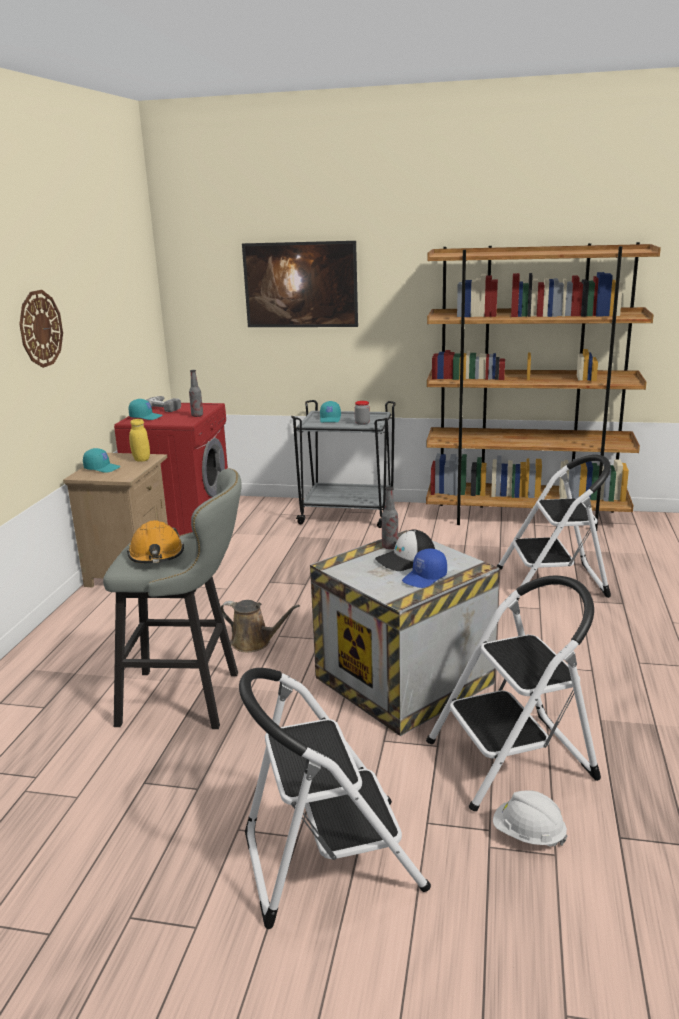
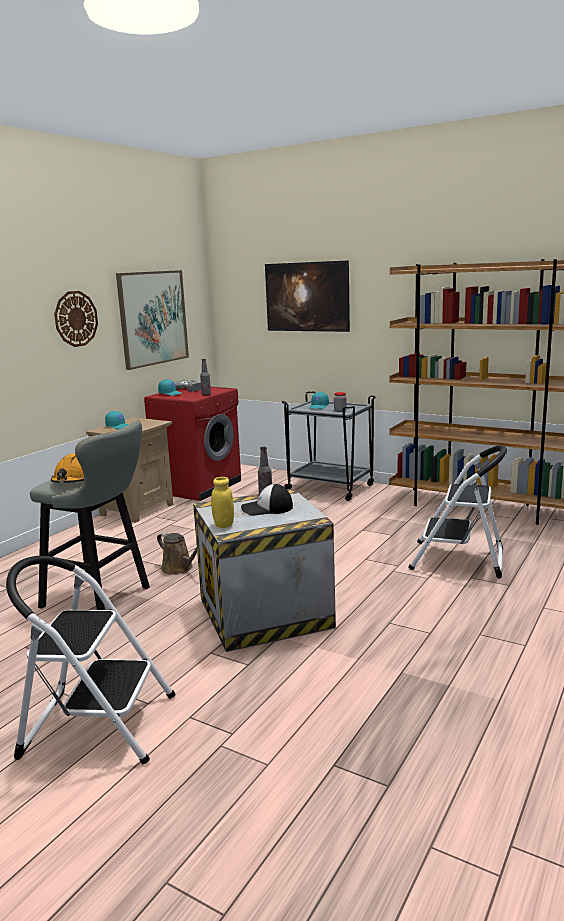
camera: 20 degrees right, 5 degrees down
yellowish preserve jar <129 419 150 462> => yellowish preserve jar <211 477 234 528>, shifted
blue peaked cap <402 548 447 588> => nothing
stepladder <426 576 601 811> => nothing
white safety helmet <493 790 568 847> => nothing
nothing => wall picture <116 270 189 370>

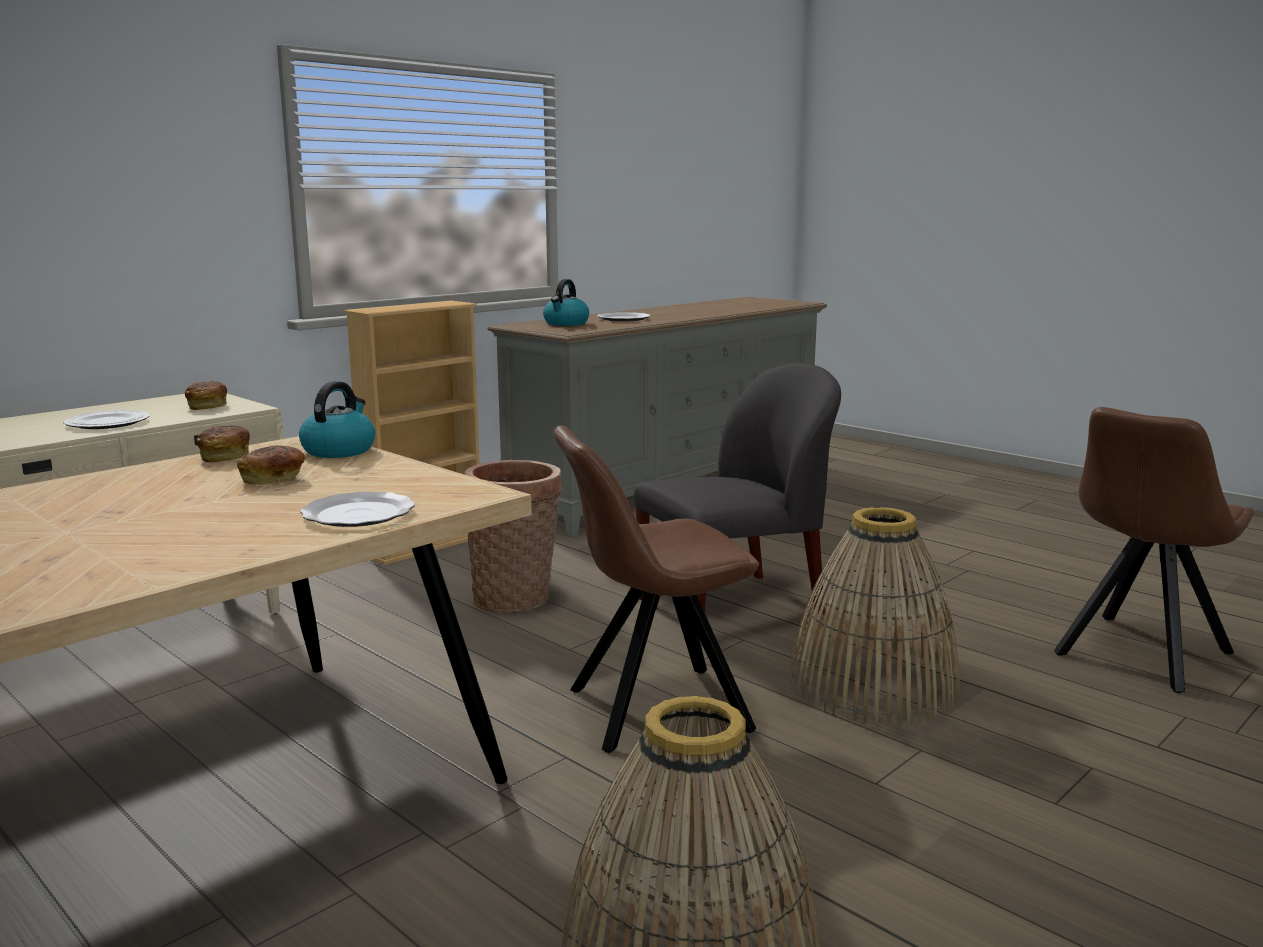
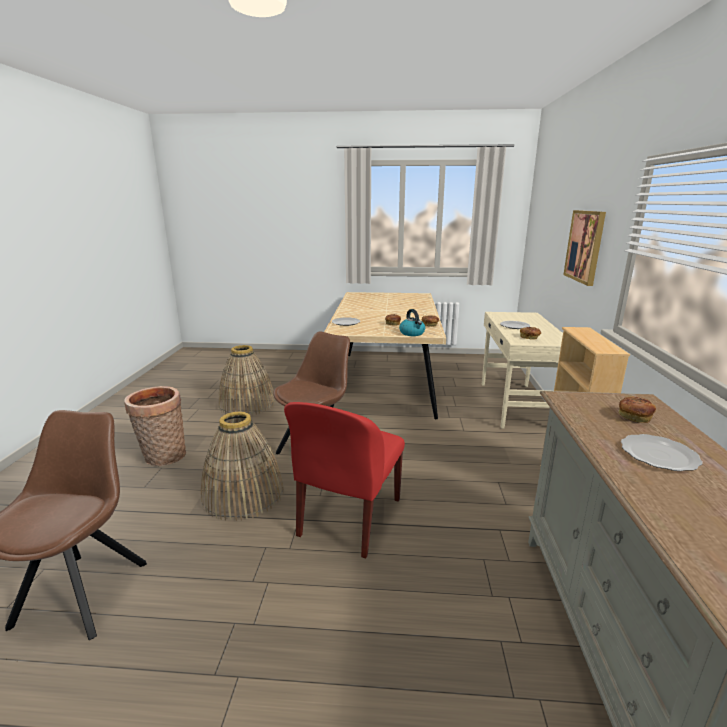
camera: 140 degrees right, 5 degrees up
tea kettle <543 279 589 326> => bread <618 396 656 423>
grey plain chair <634 363 841 640> => reddish plain chair <284 402 405 558>
household basket <464 460 562 613> => household basket <124 386 186 466>, shifted
nothing => wall picture <563 210 606 286>

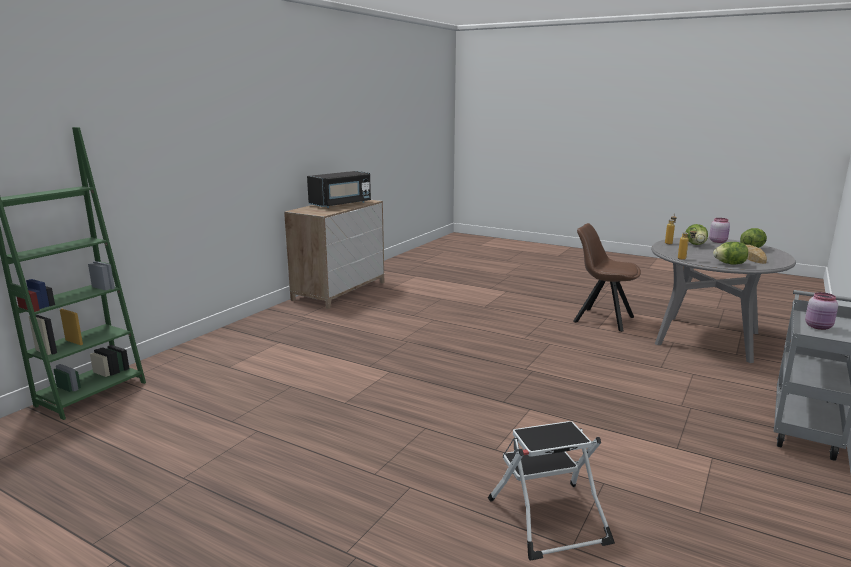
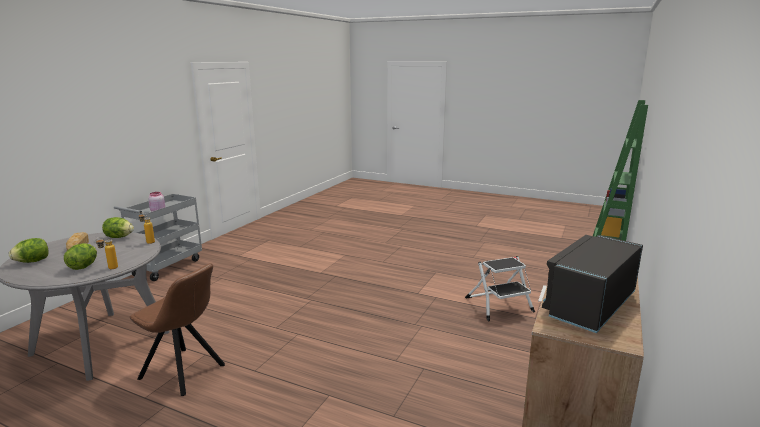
camera: 175 degrees right, 0 degrees up
pink preserve jar <709 218 730 243> => nothing
stepladder <488 421 615 561> => stepladder <465 256 535 321>, shifted

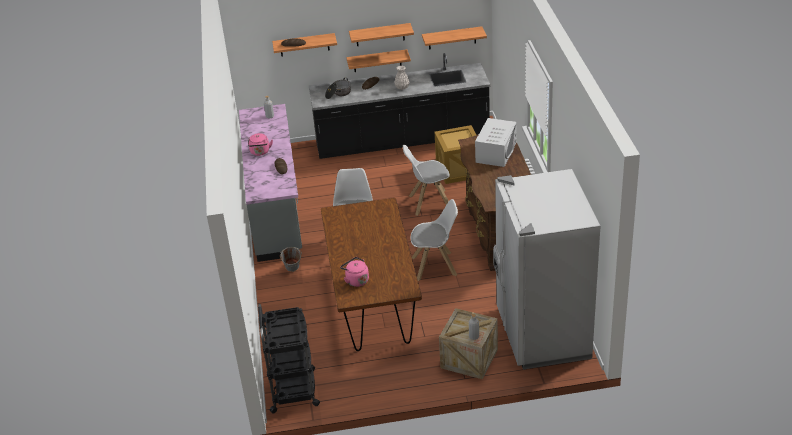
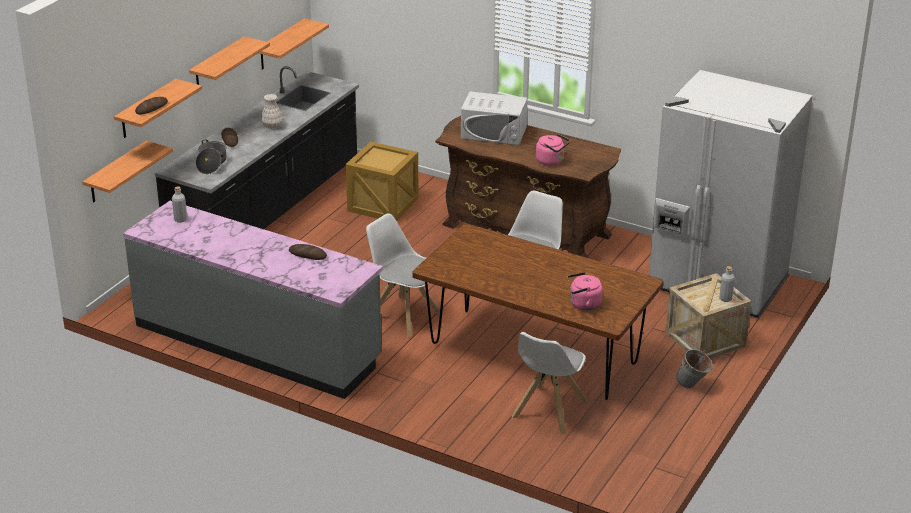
camera: 55 degrees left, 5 degrees down
shelf <346 49 411 72> => shelf <82 141 173 202>, shifted
white microwave <475 118 517 167> => white microwave <461 92 527 145>, 135 degrees clockwise
pink tea kettle <248 133 273 156> => pink tea kettle <536 134 570 166>, shifted
plain chair <403 145 450 216> => plain chair <512 332 588 434>, shifted
grey bucket <280 247 302 272> => grey bucket <675 349 713 389>, shifted
black-coloured cart <258 304 320 413> => nothing

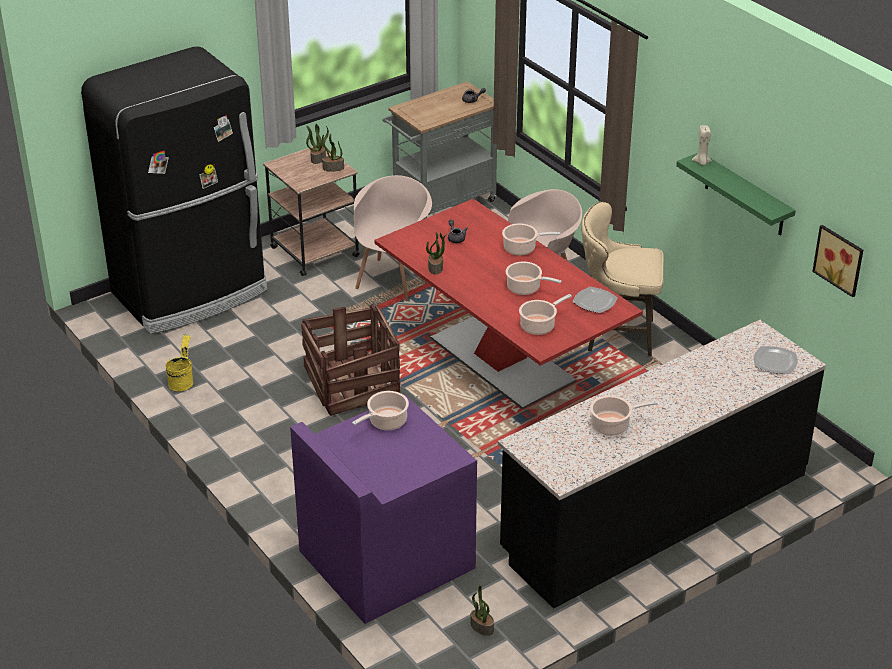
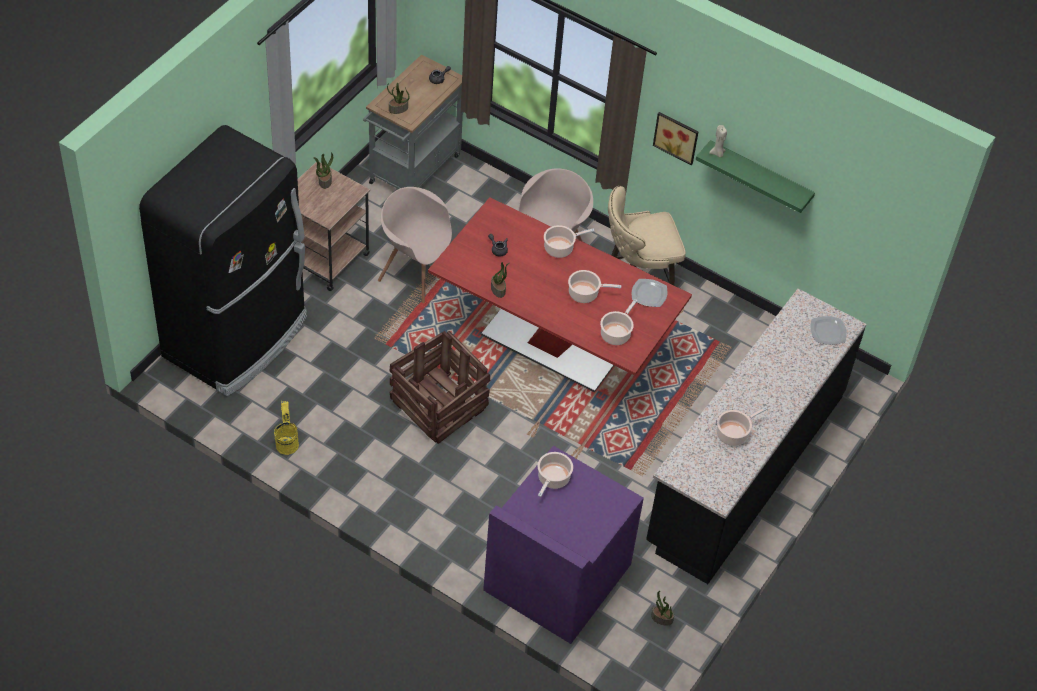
camera: 25 degrees left, 15 degrees up
potted plant <322 134 344 172> => potted plant <387 83 410 114>, shifted
beige plain chair <354 175 432 301> => beige plain chair <378 187 452 303>, 60 degrees counterclockwise
wall picture <812 225 863 297> => wall picture <653 112 698 165>, shifted

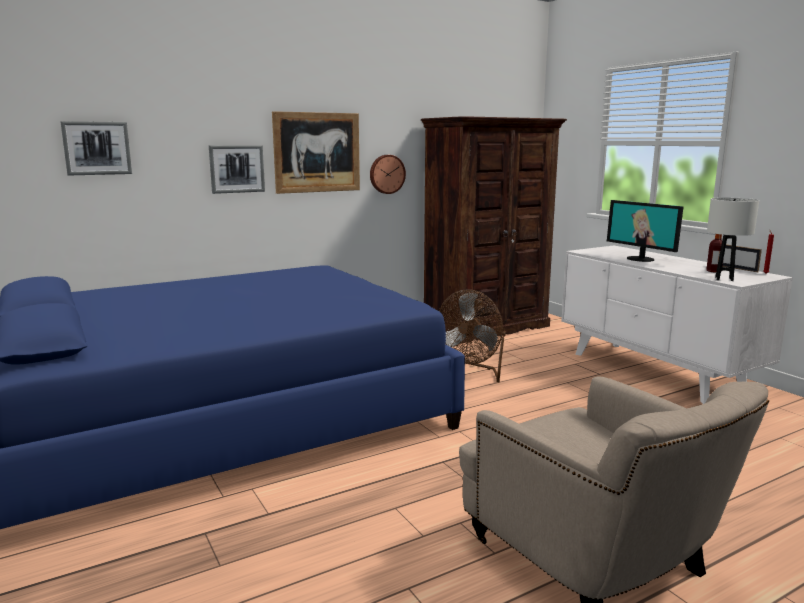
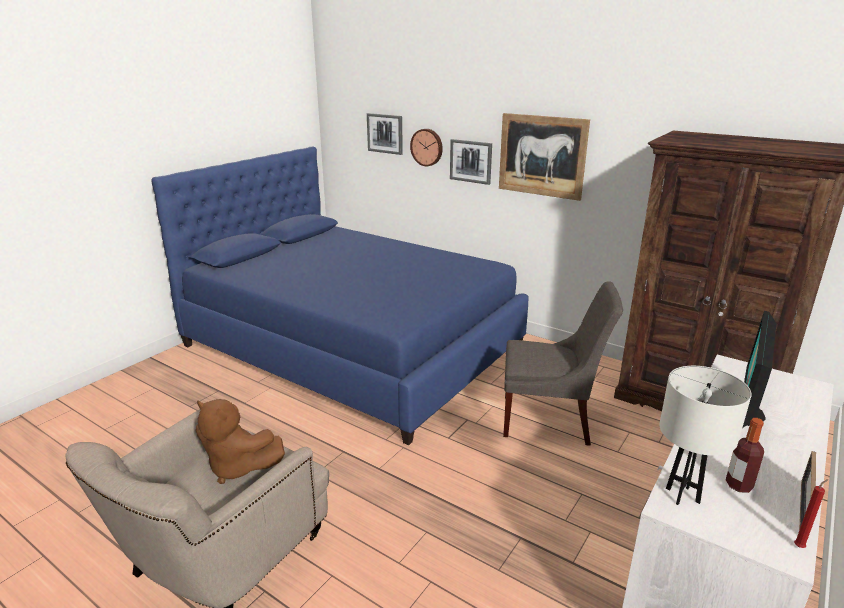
camera: 65 degrees right, 10 degrees up
wall clock <370 155 406 194> => wall clock <410 129 443 166>, shifted
brown fan <439 289 506 382> => grey plain chair <503 281 623 446>
nothing => brown soft toy <196 399 285 484>

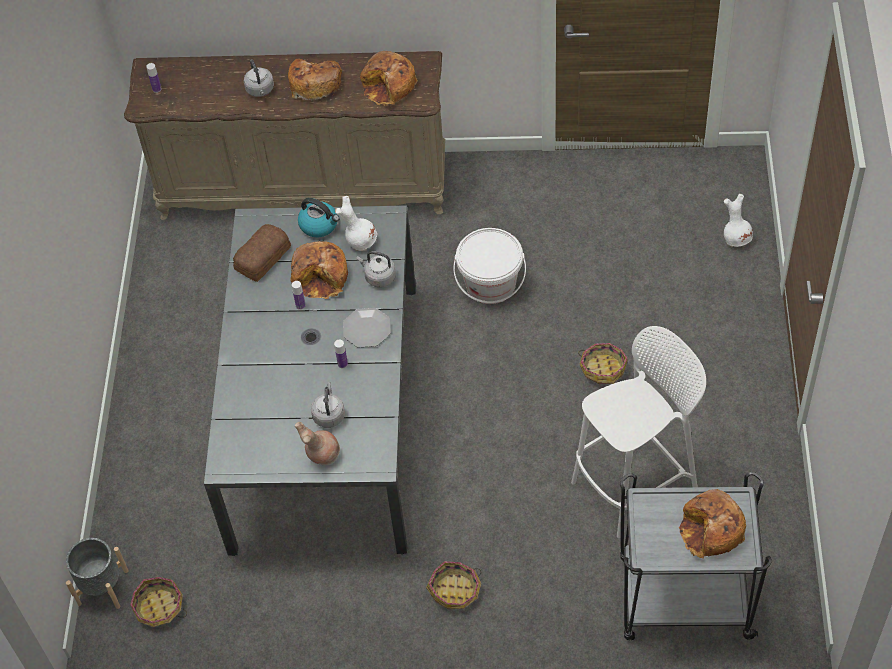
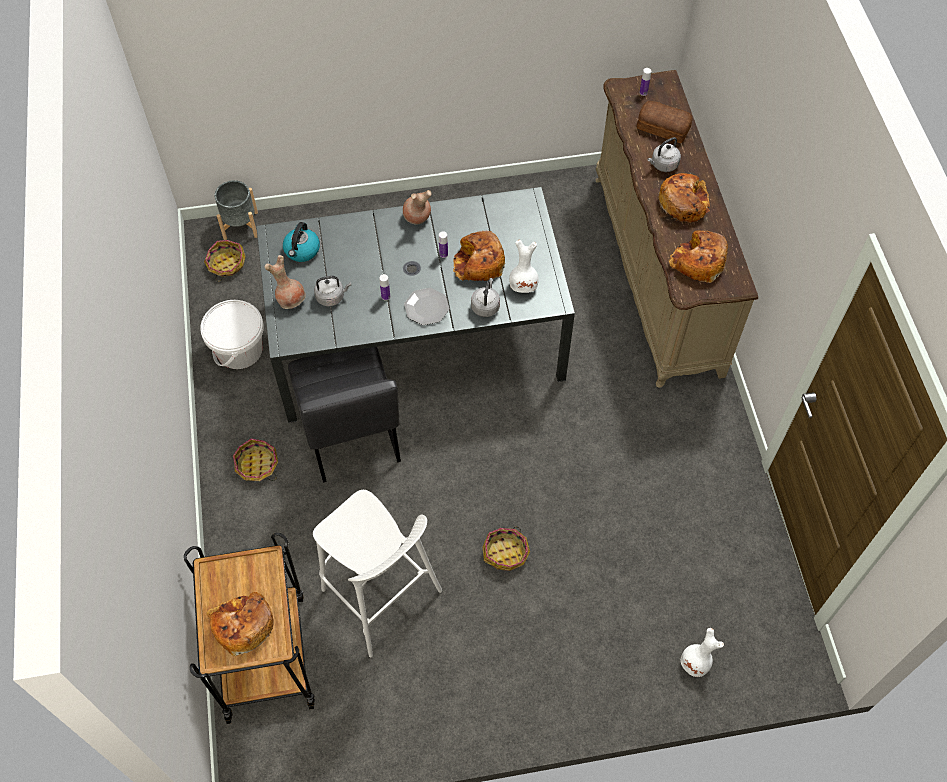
camera: 75 degrees right, 5 degrees up
tea kettle <298 198 340 237> => tea kettle <283 222 320 262>, shifted
bread <233 224 291 282> => bread <637 101 693 143>, shifted
white bucket <453 228 526 304> => white bucket <200 300 264 369>, shifted
grey cart <620 472 772 640> => brown cart <184 533 315 724>
nothing => brown vase <403 190 431 224>
nothing => grey plain chair <288 347 401 483>

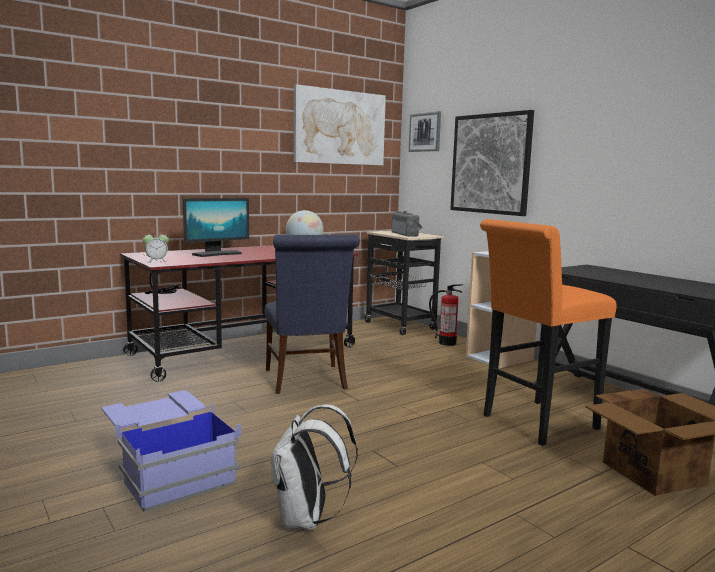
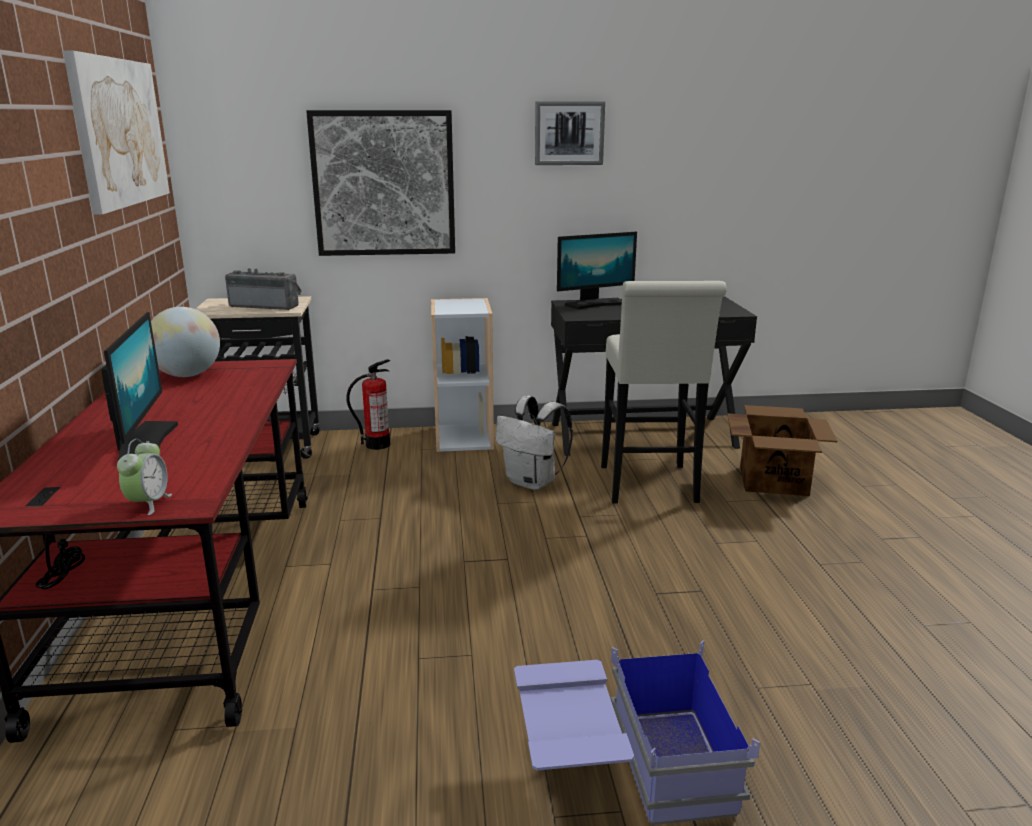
camera: 60 degrees left, 10 degrees up
wall picture <408 111 441 152> => wall picture <535 101 605 165>, shifted
orange-coloured stool seat <480 219 617 446> => white stool seat <601 281 727 504>
blue plain chair <265 234 360 394> => nothing
white backpack <271 404 358 530> => white backpack <496 396 573 490>, shifted
nothing => computer display <557 232 637 309>

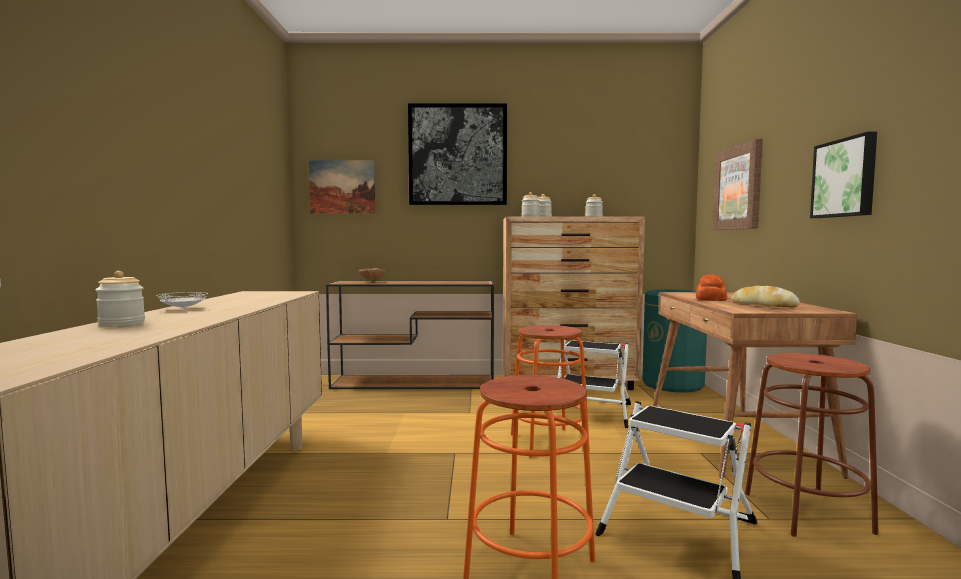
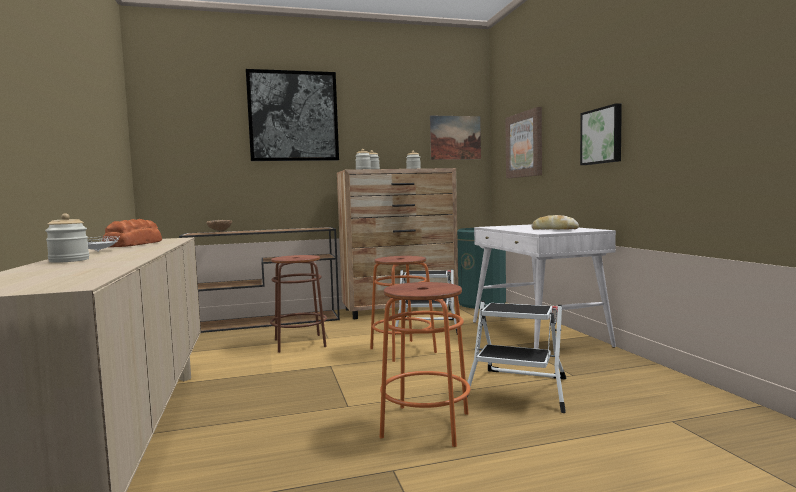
camera: 15 degrees left, 0 degrees up
wall picture <309 160 376 214> => wall picture <430 116 481 160>, shifted
bread <696 274 727 301> => bread <102 219 162 247>, shifted
brown desk unit <653 292 857 479> => white desk unit <473 224 616 349>
brown stool seat <745 353 879 537> => brown stool seat <270 255 327 353>, shifted

